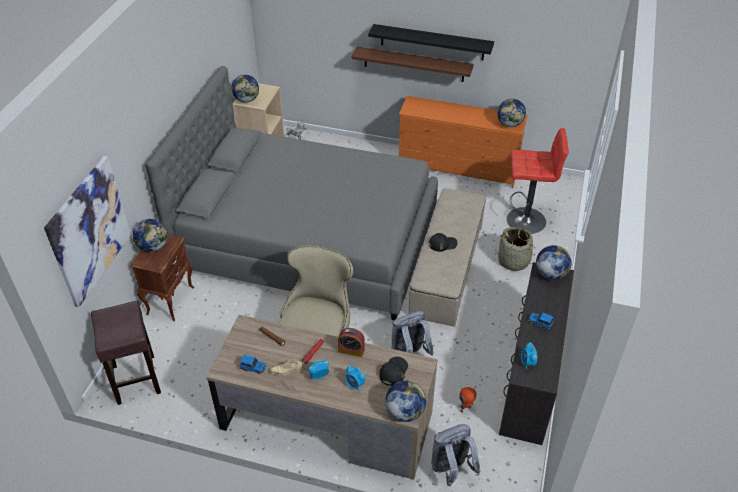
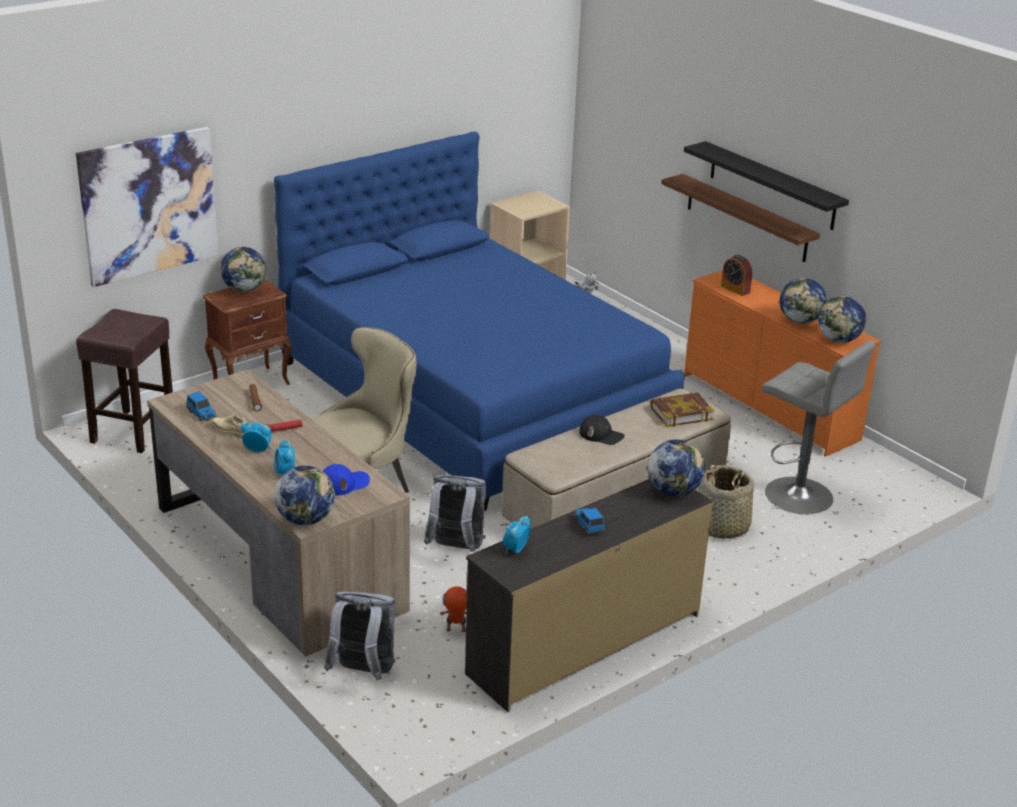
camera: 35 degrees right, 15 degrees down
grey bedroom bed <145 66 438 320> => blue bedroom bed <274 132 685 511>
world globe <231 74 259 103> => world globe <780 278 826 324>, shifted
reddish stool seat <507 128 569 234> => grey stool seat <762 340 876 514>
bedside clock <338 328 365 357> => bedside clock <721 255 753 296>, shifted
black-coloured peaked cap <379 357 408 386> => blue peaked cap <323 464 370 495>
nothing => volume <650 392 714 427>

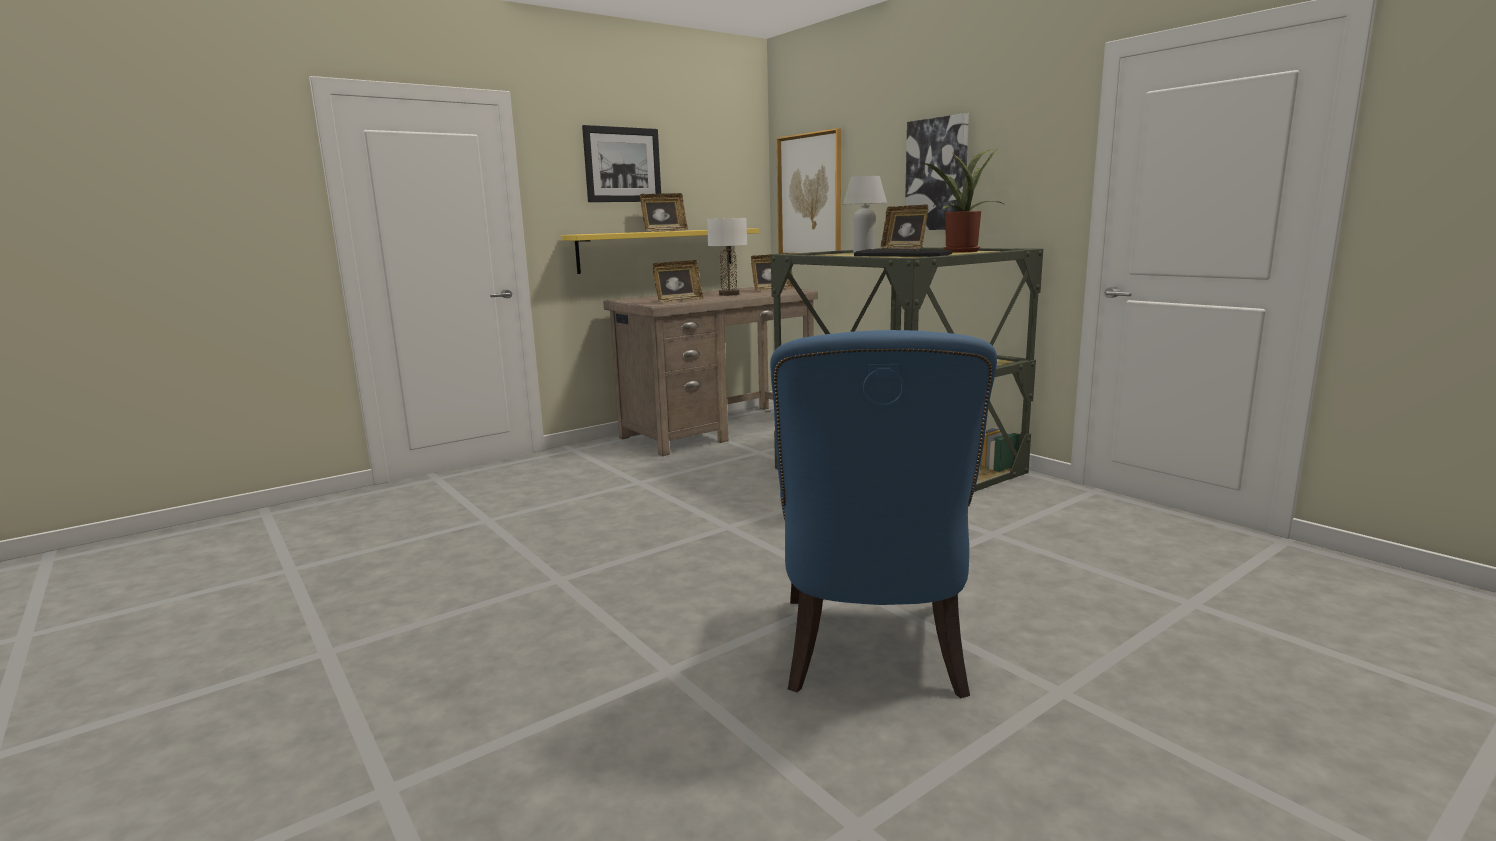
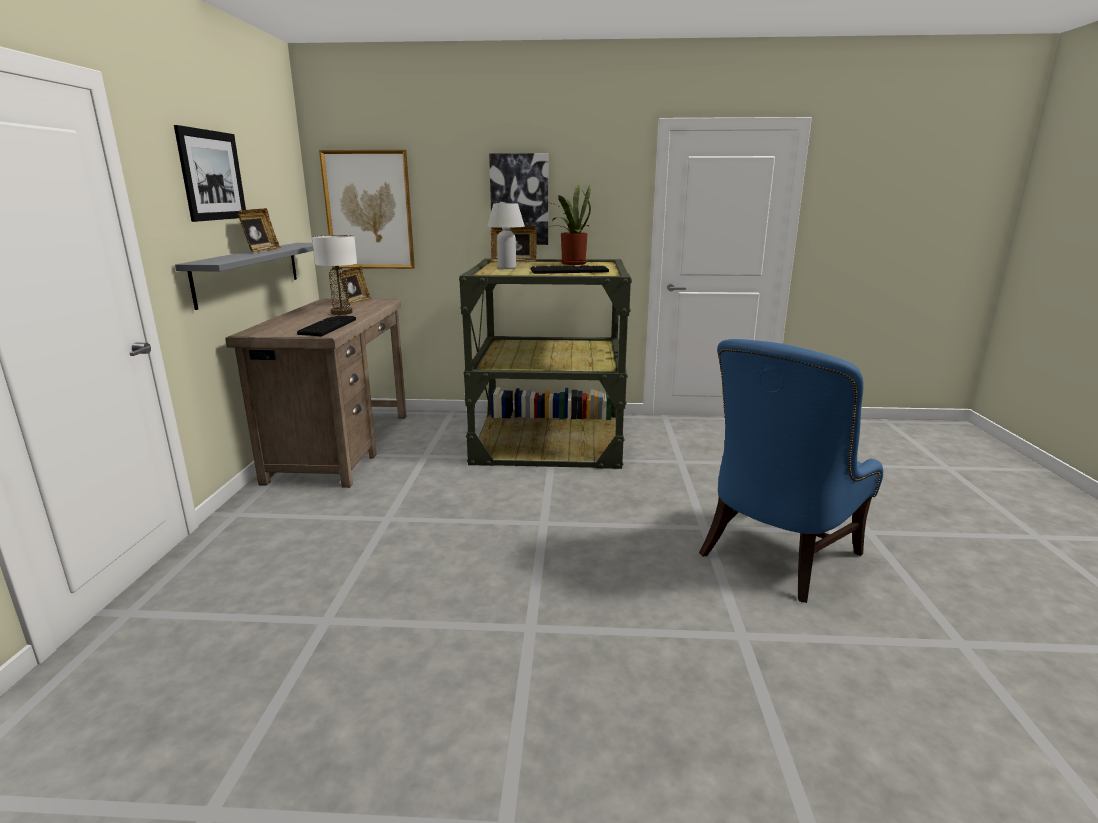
camera: 50 degrees left, 5 degrees up
yellowish shelf <561 228 759 274> => grey shelf <175 243 314 310>
photo frame <653 260 703 303> => computer keyboard <297 315 356 336>
blue plain chair <770 330 997 698> => blue plain chair <699 339 883 603>, 90 degrees clockwise

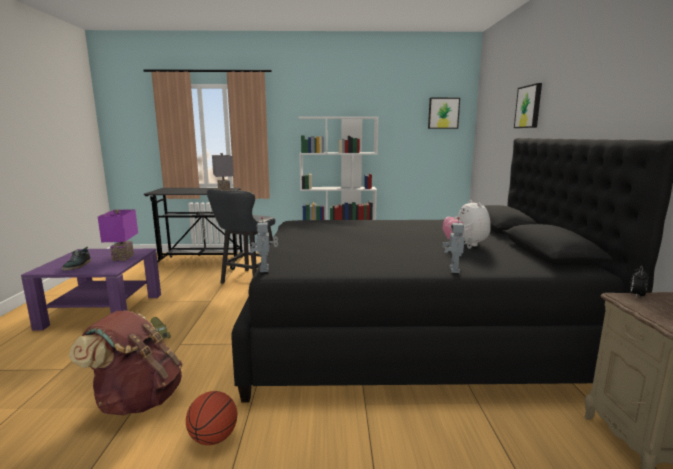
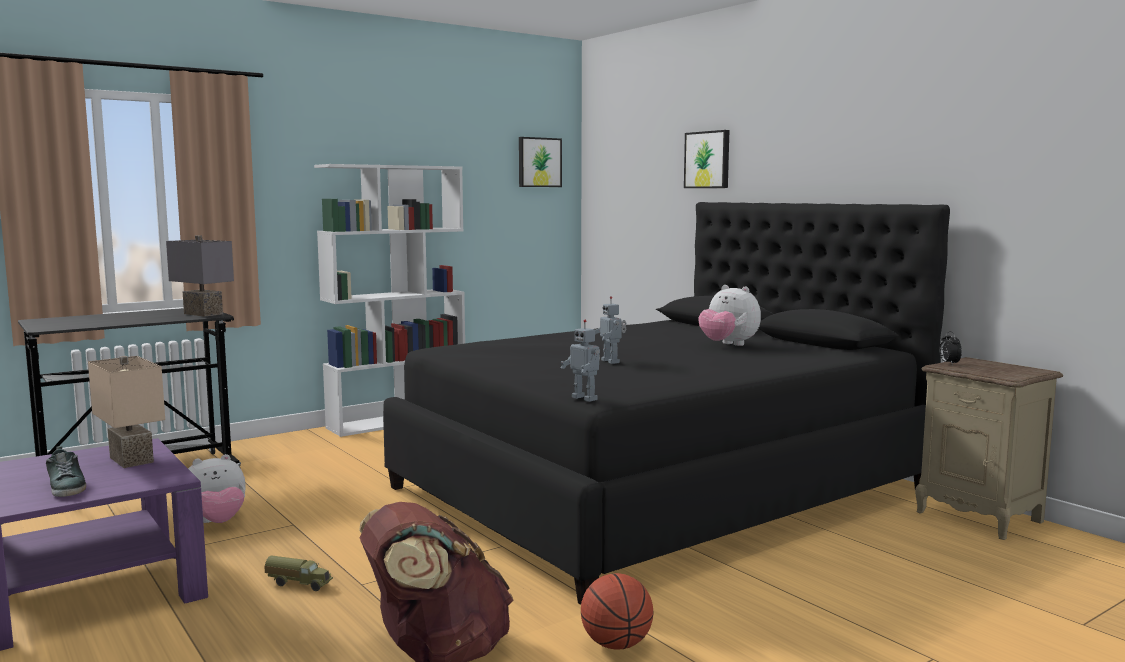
camera: 35 degrees left, 5 degrees down
grey stool seat <207 189 275 284> => nothing
purple-coloured tabletop lamp <98 209 138 261> => beige tabletop lamp <88 356 165 468>
model robot <442 217 472 273> => model robot <595 296 627 364>, shifted
nothing => soft toy <188 454 246 523>

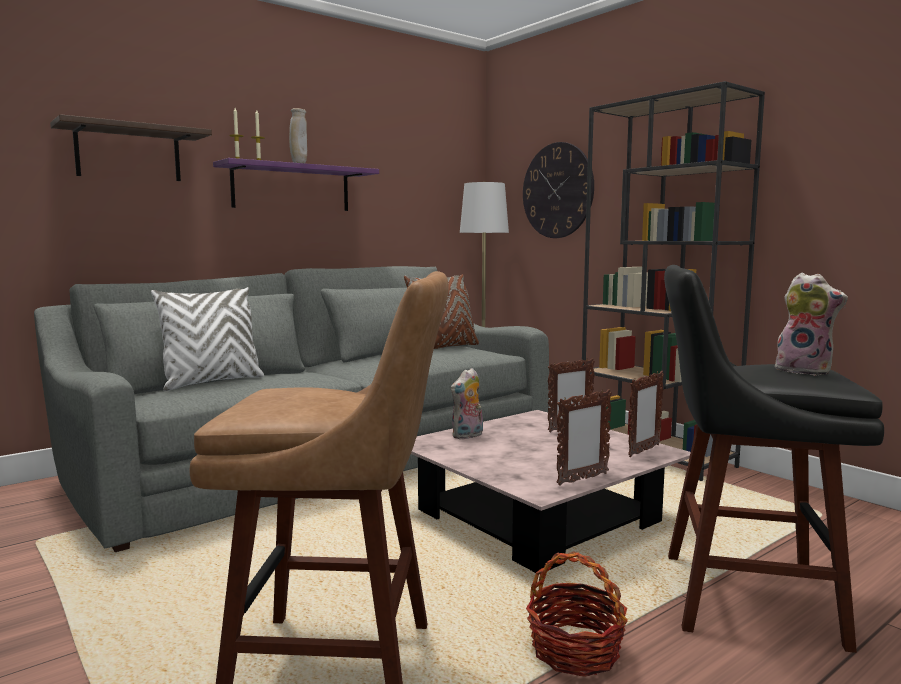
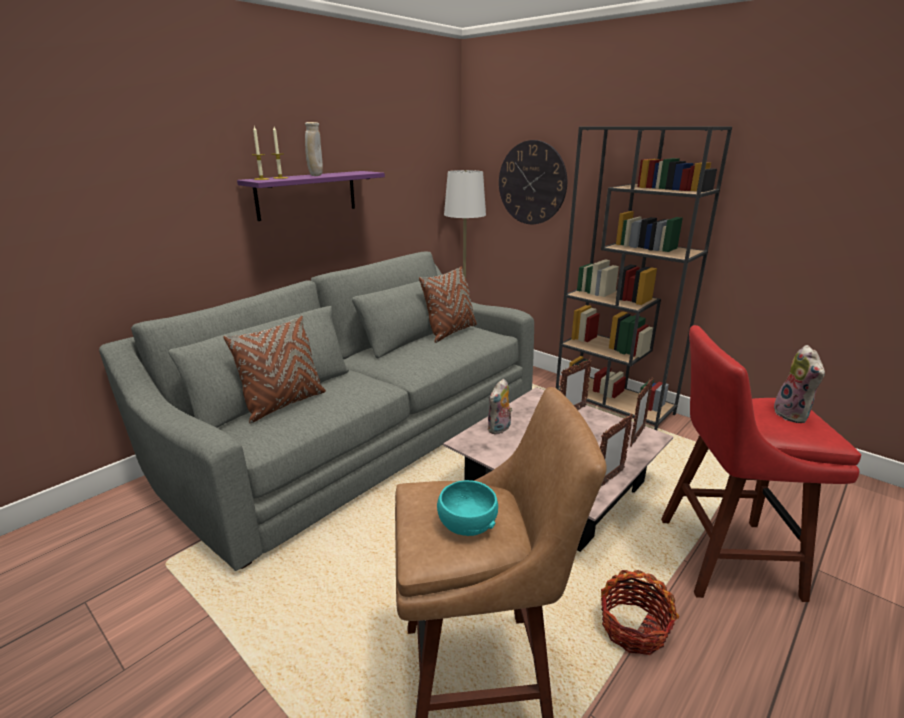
camera: 10 degrees left, 15 degrees up
shelf <50 114 212 181> => nothing
black-coloured stool seat <664 265 884 653> => reddish stool seat <661 325 861 602>
soft toy <775 273 848 375> => soft toy <774 345 825 423>, 60 degrees clockwise
white pillow <151 287 264 391> => brown pillow <223 316 326 424>
nothing => blue-green bowl <437 480 498 536>

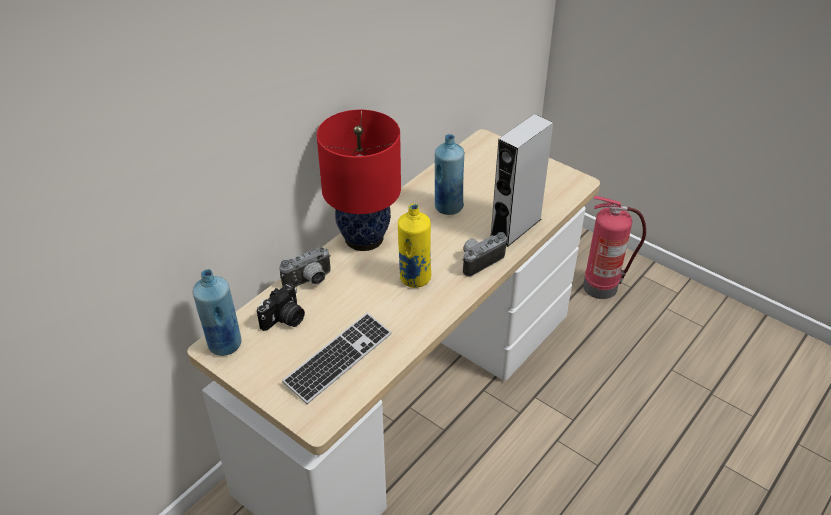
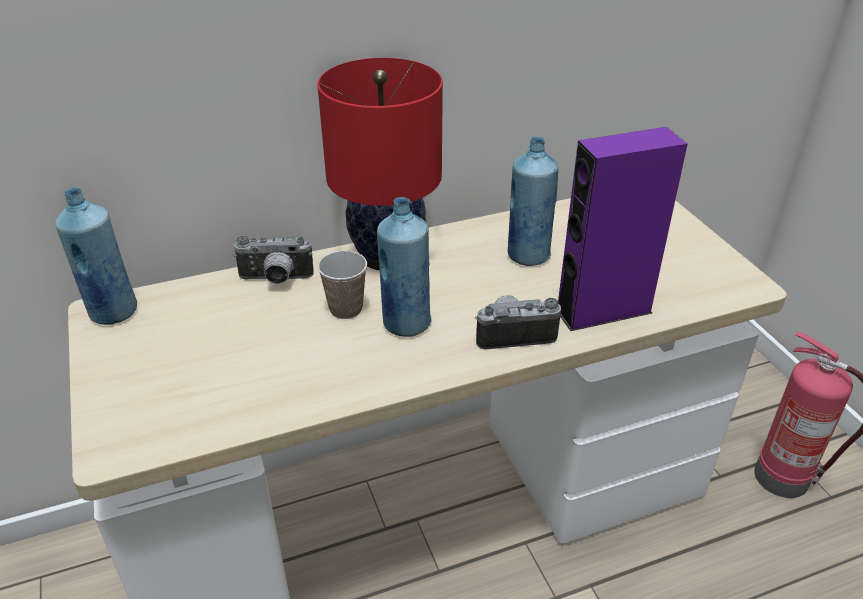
camera: 30 degrees right, 5 degrees down
grey speaker <491 114 553 247> => purple-coloured speaker <558 127 688 331>
yellowish drink bottle <398 204 431 288> => blue drink bottle <377 197 432 337>
still camera <257 283 305 331> => nothing
computer keyboard <282 313 392 404> => nothing
nothing => cup <317 250 367 319>

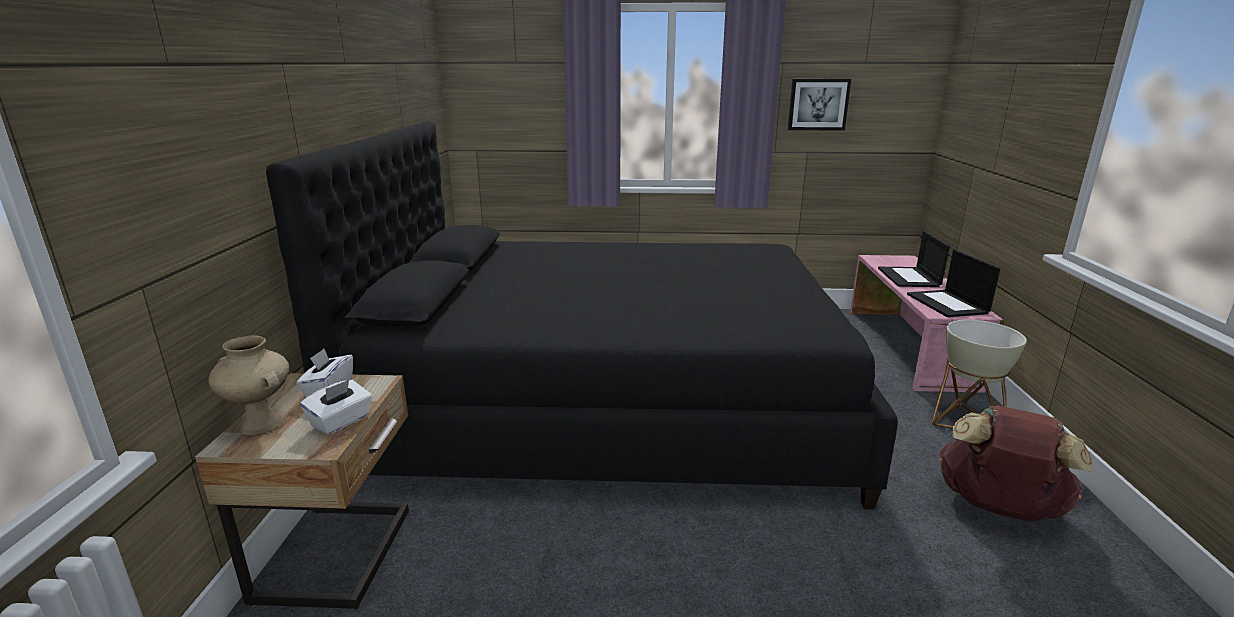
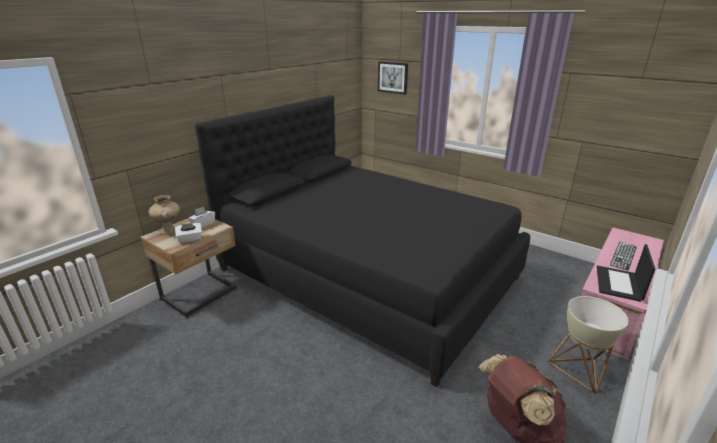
camera: 35 degrees right, 5 degrees up
wall picture <788 79 851 130> => wall picture <378 61 408 95>, shifted
laptop <878 231 950 287> => computer keyboard <610 242 637 270>

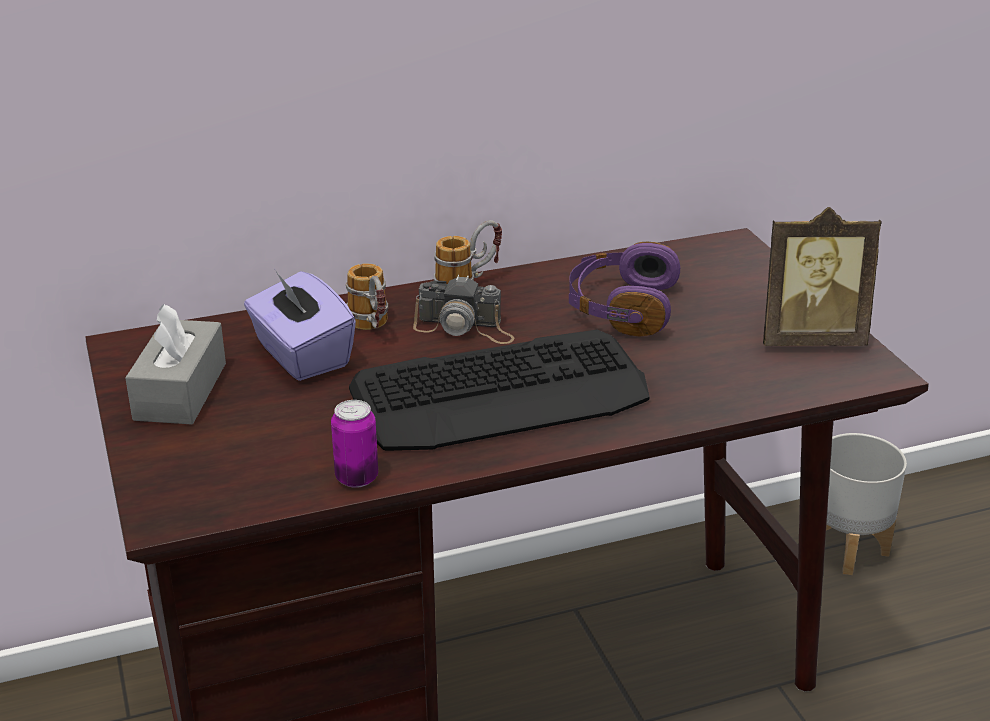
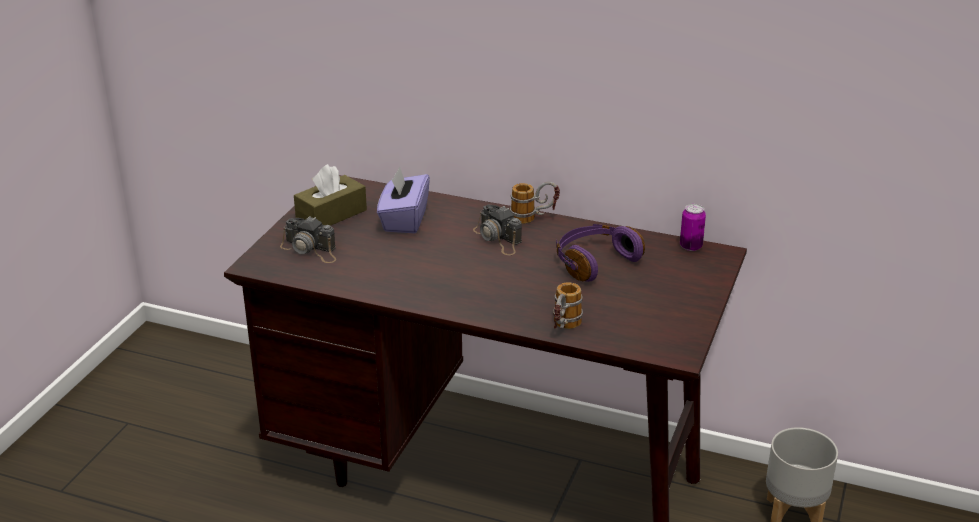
camera: 40 degrees right, 0 degrees up
photo frame <763 207 882 346> => nothing
mug <346 263 388 330> => mug <553 282 583 329>, shifted
grey box of tissues <125 304 226 425> => brown box of tissues <294 164 367 226>
computer keyboard <349 330 650 451> => nothing
sealed can <331 400 378 488> => sealed can <680 204 706 251>, shifted
nothing => still camera <280 216 336 263>

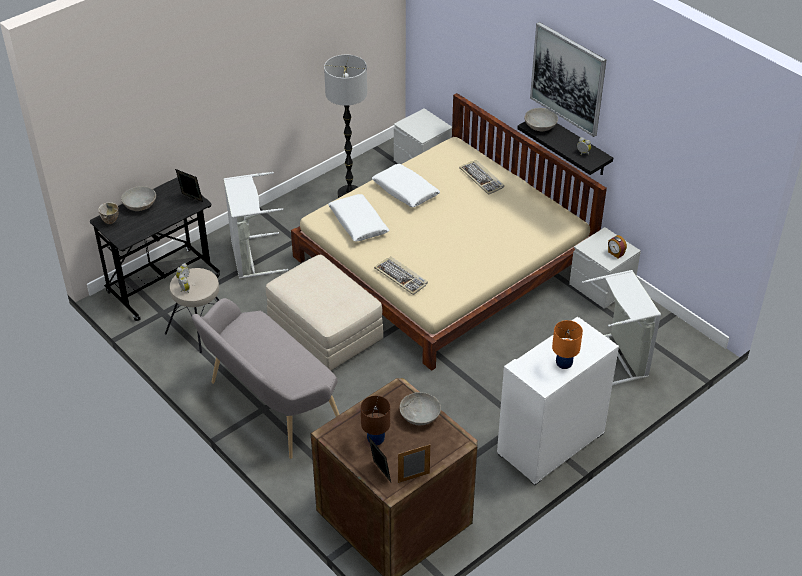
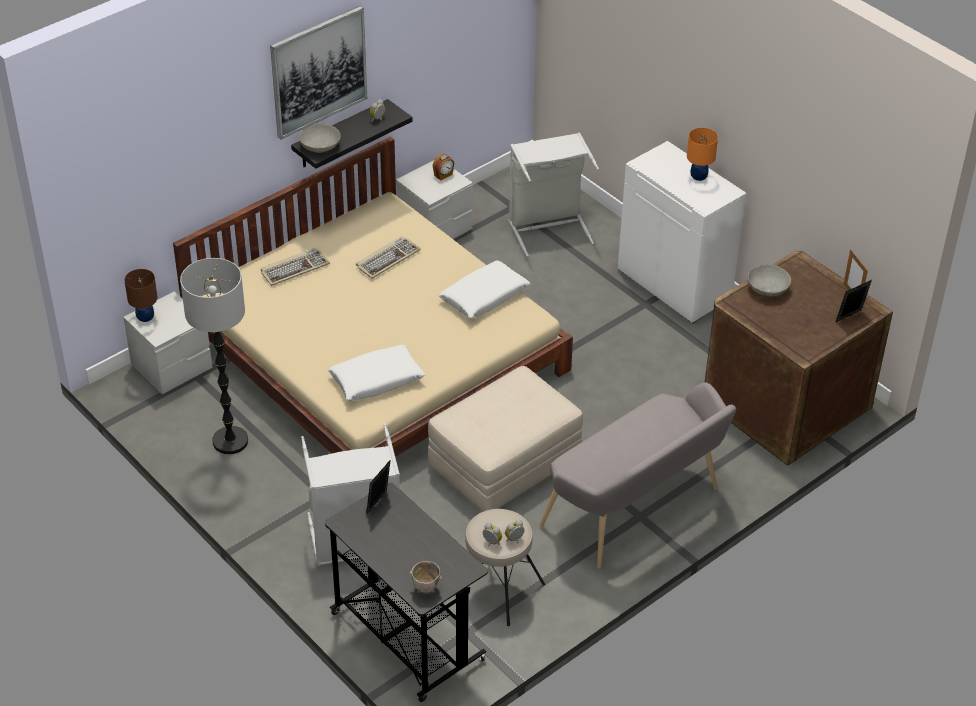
camera: 90 degrees left, 0 degrees up
white pillow <372 164 440 207> => white pillow <439 261 530 318>, shifted
grey bowl <121 186 156 211> => nothing
computer keyboard <374 256 428 295> => computer keyboard <356 236 421 279>, shifted
brown tabletop lamp <361 396 390 445> => brown tabletop lamp <124 269 158 322>, shifted

